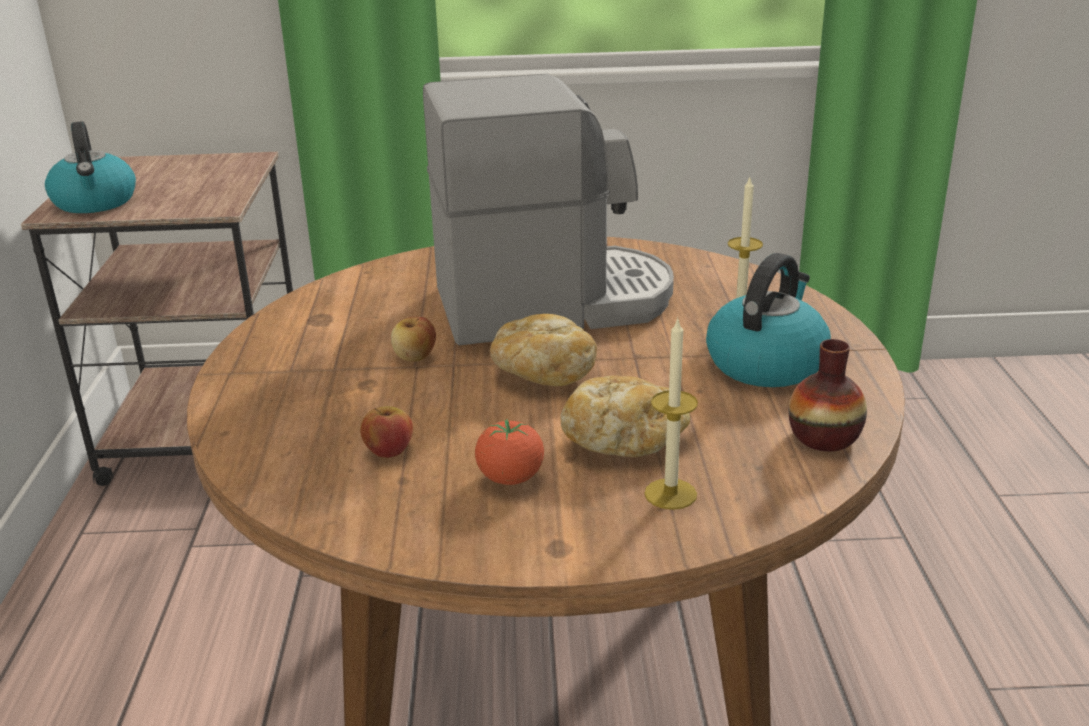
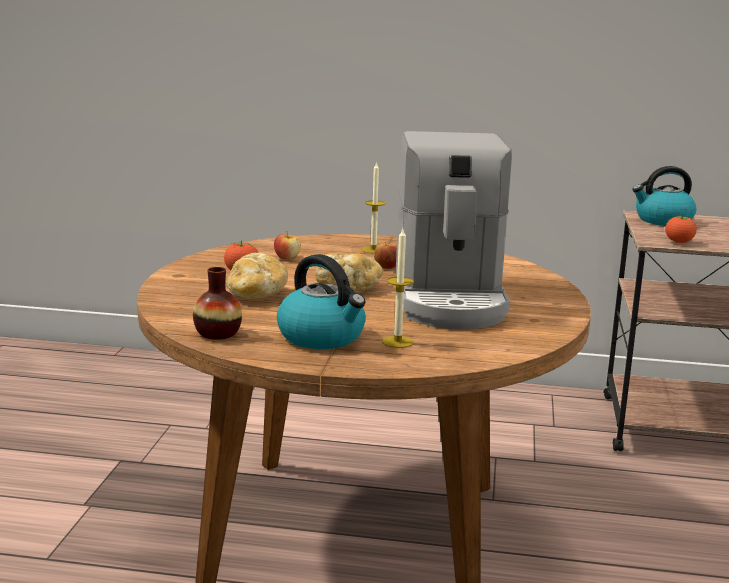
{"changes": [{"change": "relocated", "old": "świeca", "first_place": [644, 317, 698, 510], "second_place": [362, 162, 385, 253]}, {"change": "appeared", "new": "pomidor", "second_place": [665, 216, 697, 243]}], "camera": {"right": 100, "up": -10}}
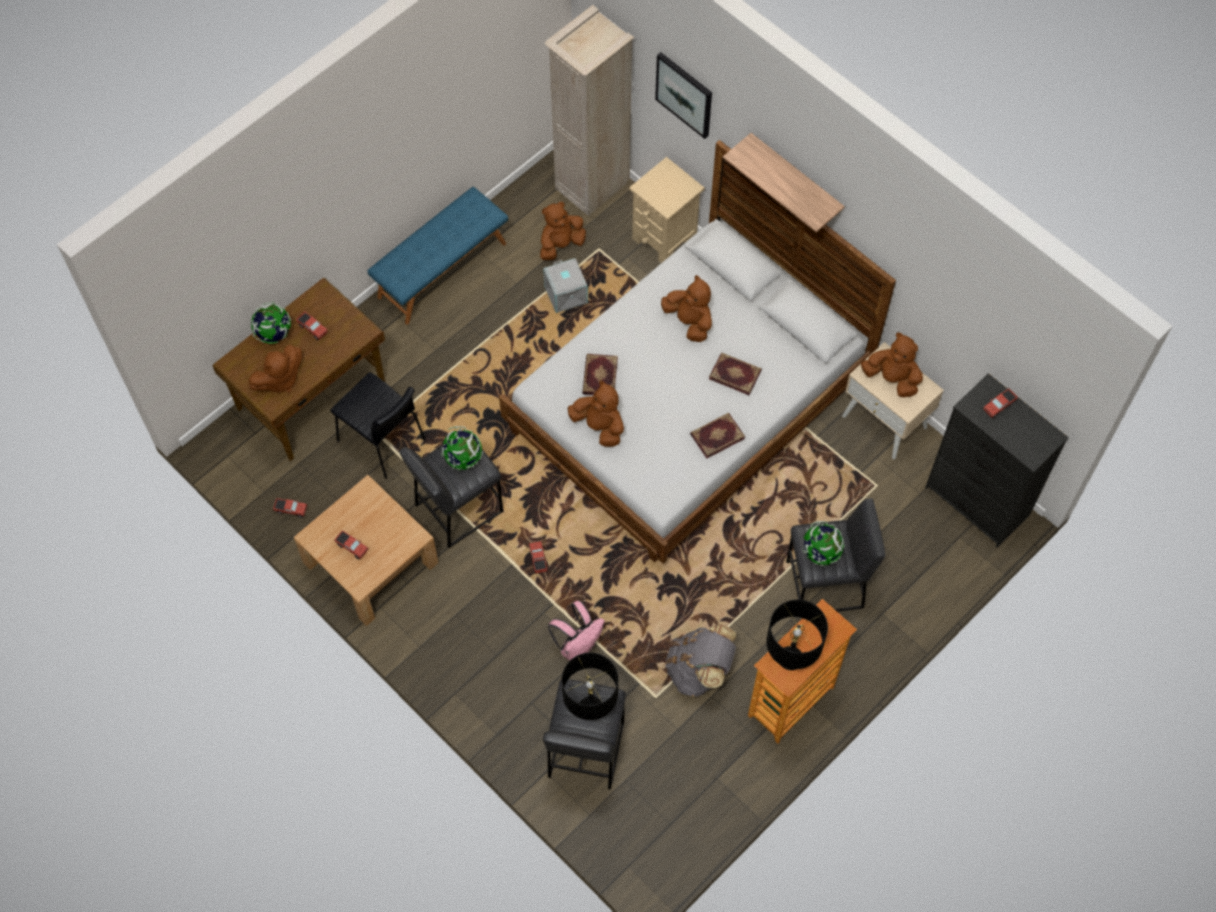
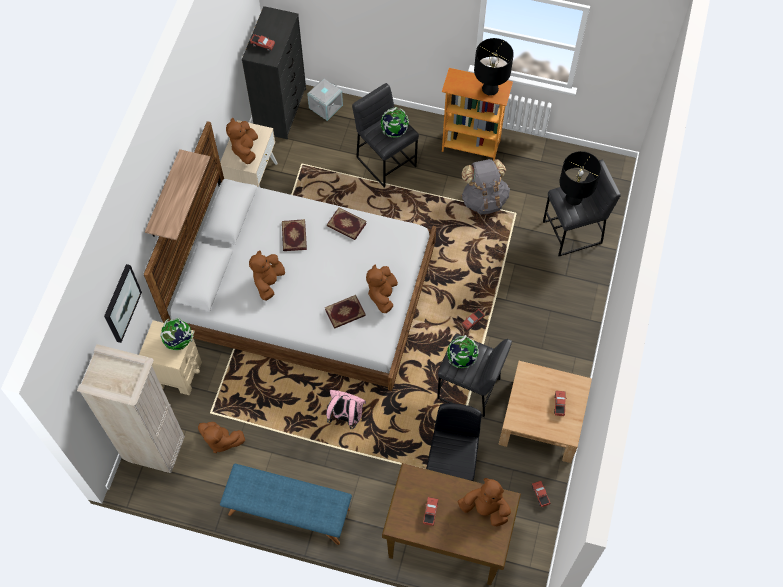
{"changes": [{"change": "relocated", "old": "globus", "first_place": [251, 301, 291, 344], "second_place": [160, 318, 194, 350]}, {"change": "relocated", "old": "pojemnik do przechowywania [szary]", "first_place": [543, 258, 588, 313], "second_place": [307, 78, 343, 121]}, {"change": "relocated", "old": "plecak [różowy]", "first_place": [548, 601, 605, 660], "second_place": [326, 390, 366, 429]}], "camera": {"right": -120, "up": 0}}
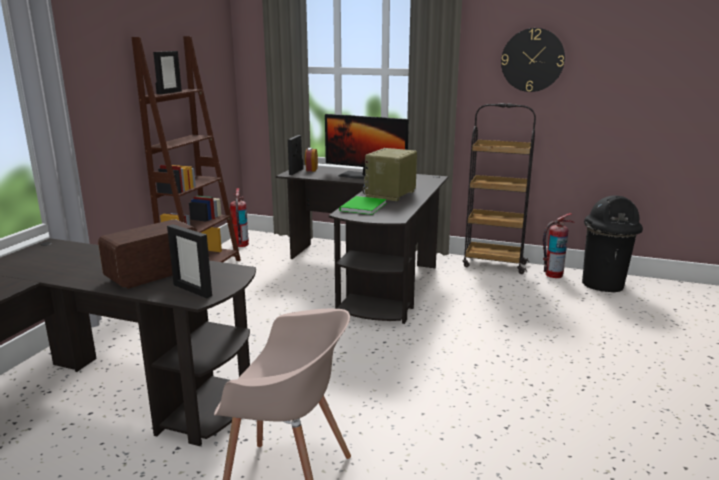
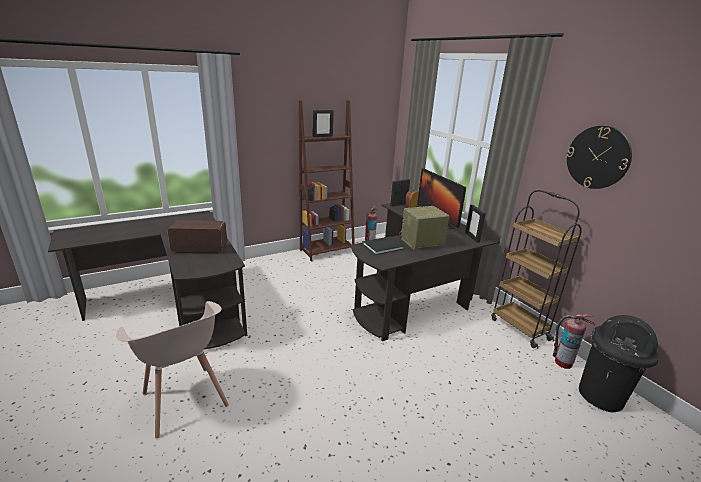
{"changes": [{"change": "colour", "old": "książka [zielony]", "new": "książka [czarny]", "first_place": [339, 196, 387, 215], "second_place": [363, 237, 403, 255]}, {"change": "relocated", "old": "ramka na zdjęcie", "first_place": [167, 224, 212, 298], "second_place": [465, 205, 486, 243]}], "camera": {"right": 40, "up": 5}}
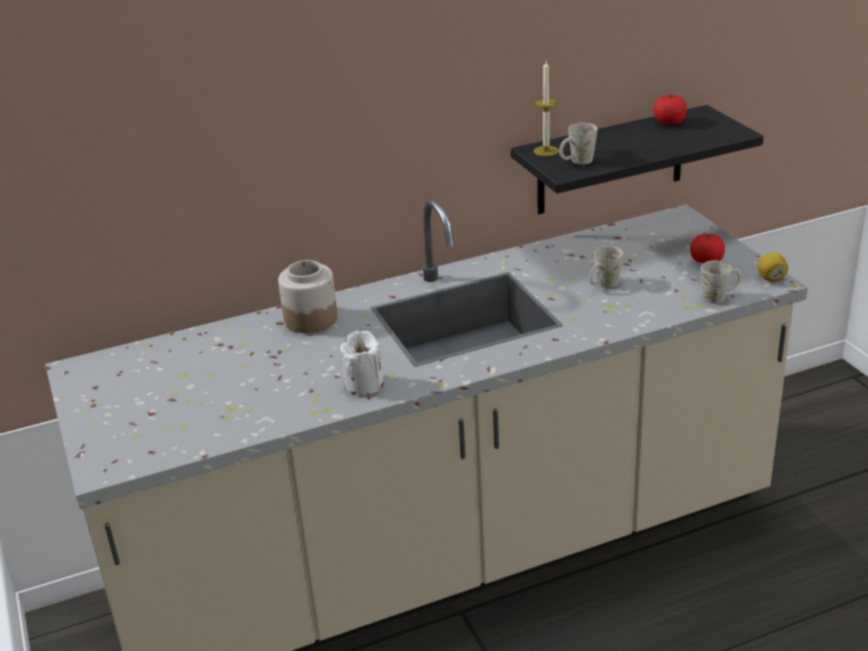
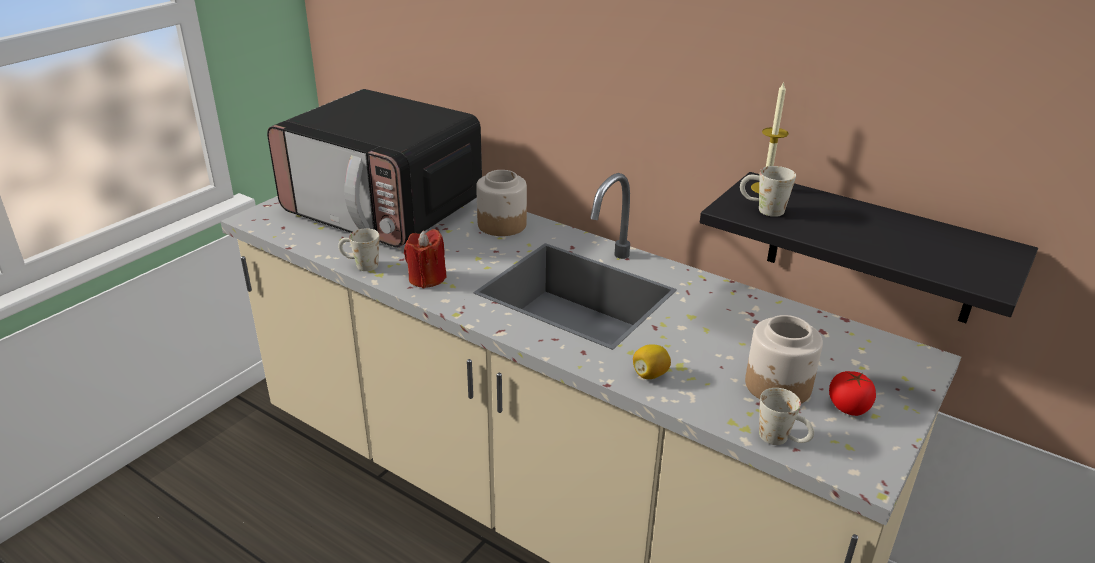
{"changes": [{"change": "appeared", "new": "mikrofalówka", "second_place": [267, 89, 482, 248]}, {"change": "relocated", "old": "kubek [biały]", "first_place": [589, 246, 623, 288], "second_place": [338, 228, 380, 271]}, {"change": "colour", "old": "świeca [biały]", "new": "świeca [czerwony]", "first_place": [340, 330, 384, 395], "second_place": [404, 229, 447, 288]}, {"change": "relocated", "old": "cytryna", "first_place": [757, 253, 788, 282], "second_place": [633, 344, 671, 379]}, {"change": "appeared", "new": "słoik", "second_place": [745, 315, 823, 404]}, {"change": "missing", "old": "pomidor", "first_place": [653, 94, 687, 124]}], "camera": {"right": 55, "up": 0}}
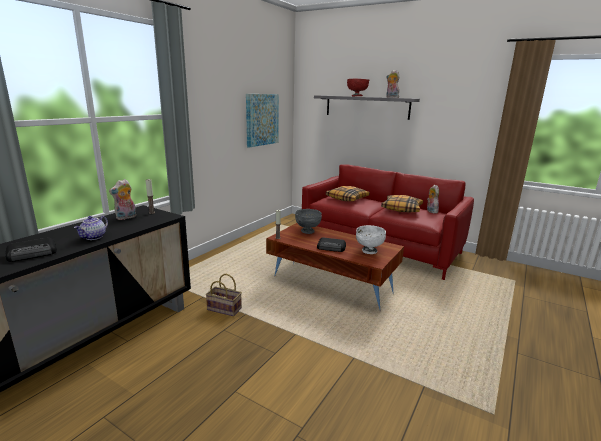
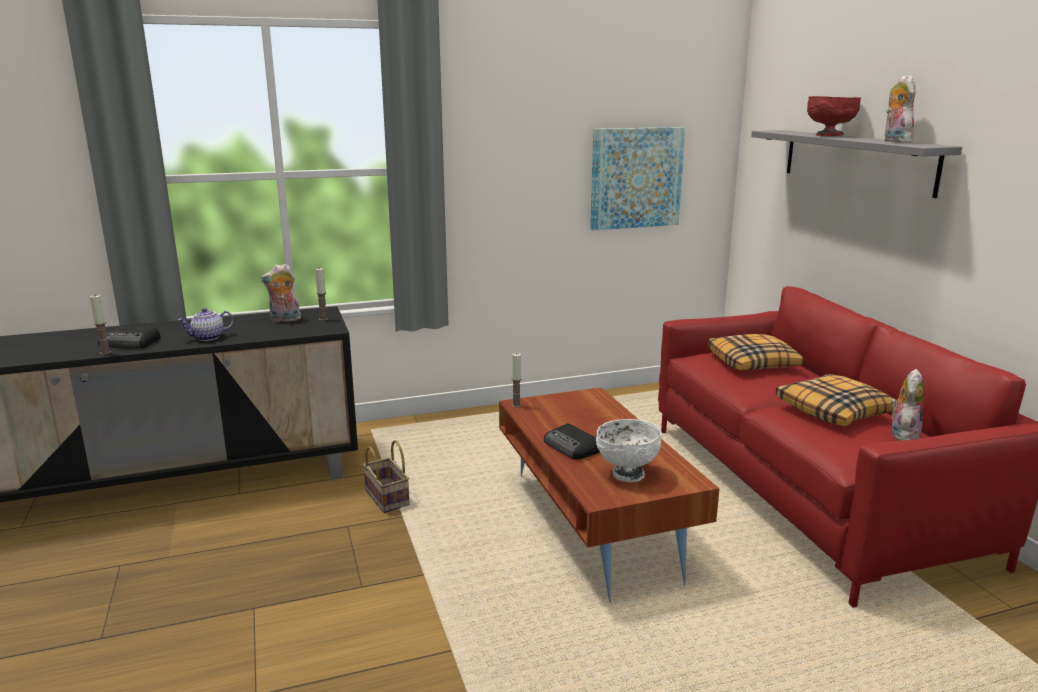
{"changes": [{"change": "appeared", "new": "świeca", "second_place": [90, 295, 111, 355]}, {"change": "missing", "old": "miska [szary]", "first_place": [295, 209, 322, 234]}], "camera": {"right": 40, "up": 0}}
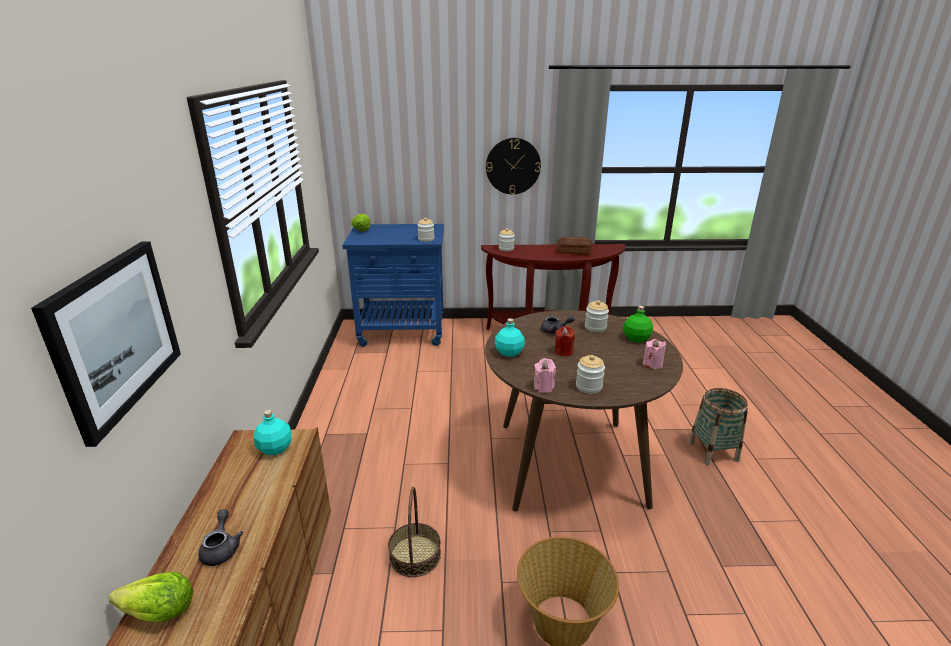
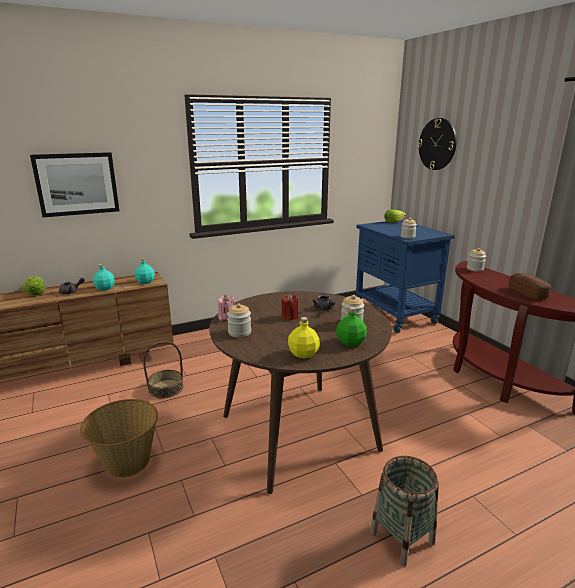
{"changes": [{"change": "relocated", "old": "butelka [turkusowy]", "first_place": [495, 318, 525, 357], "second_place": [93, 264, 115, 291]}, {"change": "exchanged", "old": "świeca [różowy]", "new": "butelka [żółty]", "first_place": [643, 339, 666, 369], "second_place": [288, 317, 320, 359]}, {"change": "relocated", "old": "zegar ścienny", "first_place": [486, 138, 541, 194], "second_place": [418, 118, 457, 170]}], "camera": {"right": 65, "up": -5}}
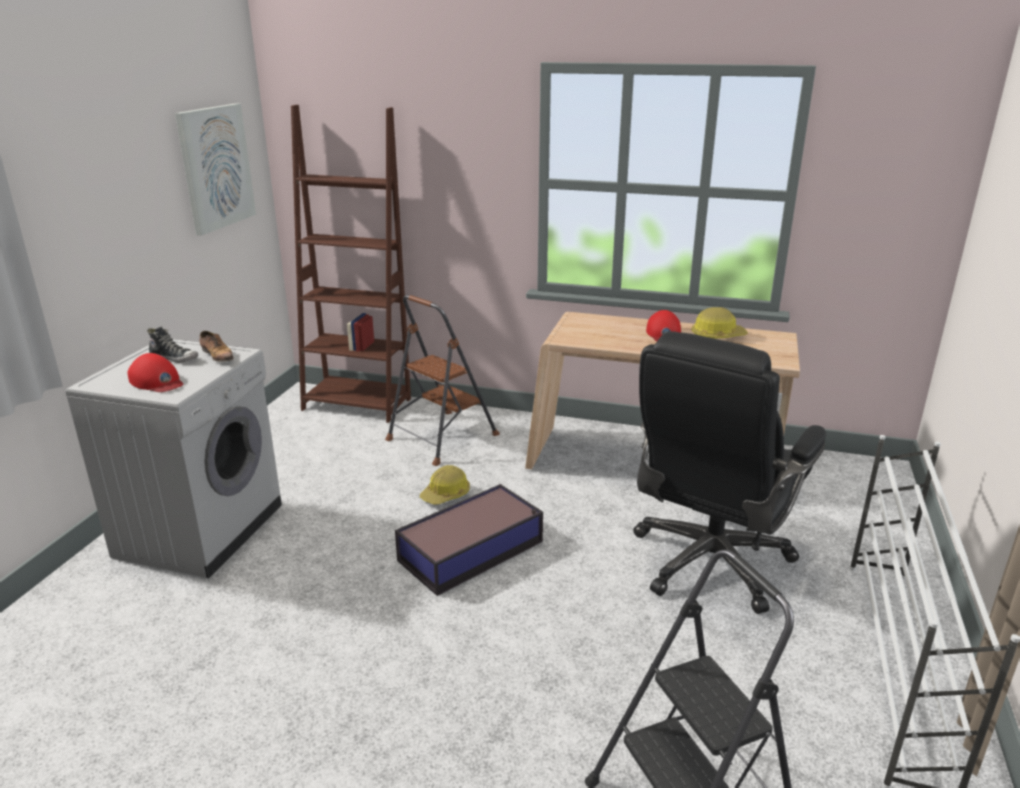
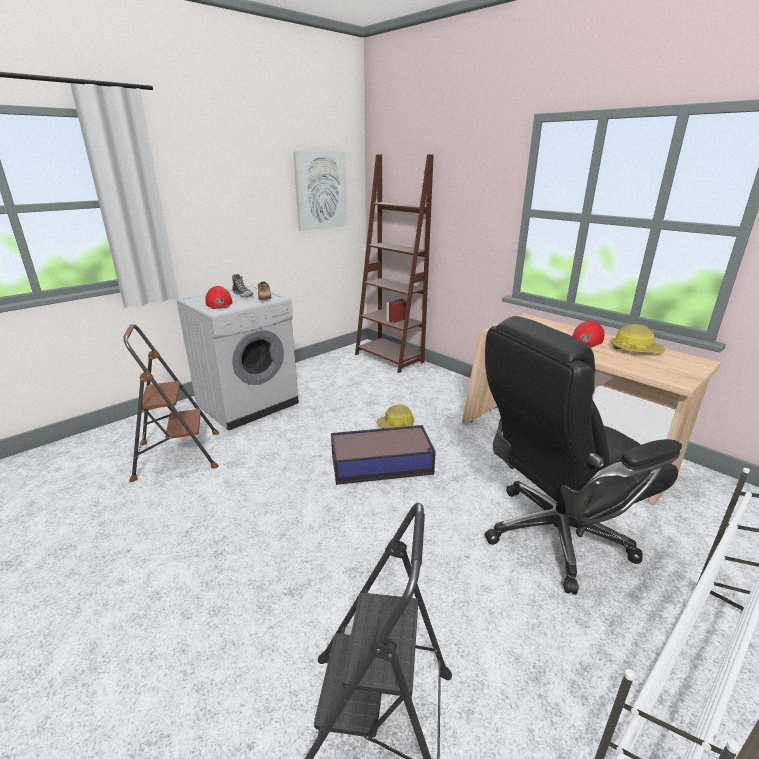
{"changes": [{"change": "relocated", "old": "drabinka [brązowy]", "first_place": [385, 295, 500, 466], "second_place": [124, 324, 219, 482]}], "camera": {"right": 30, "up": 0}}
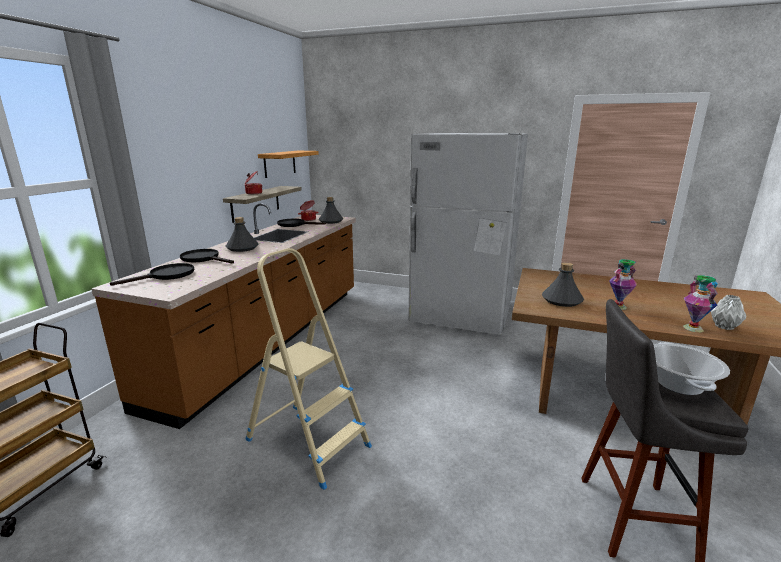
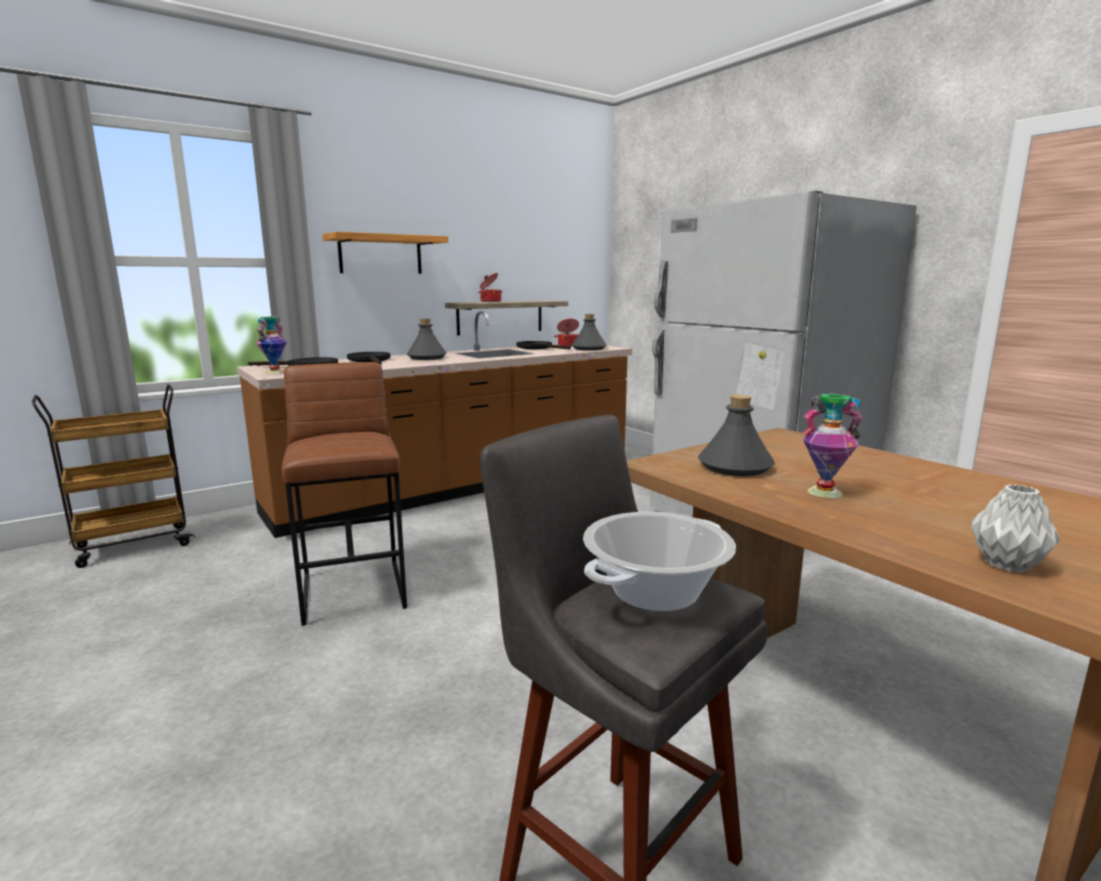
{"changes": [{"change": "relocated", "old": "wazon", "first_place": [683, 275, 718, 332], "second_place": [256, 317, 287, 374]}, {"change": "exchanged", "old": "drabinka [beżowy]", "new": "stołek [brązowy]", "first_place": [246, 248, 372, 490], "second_place": [282, 362, 407, 626]}, {"change": "relocated", "old": "półka", "first_place": [258, 151, 319, 178], "second_place": [323, 232, 448, 274]}], "camera": {"right": 35, "up": -5}}
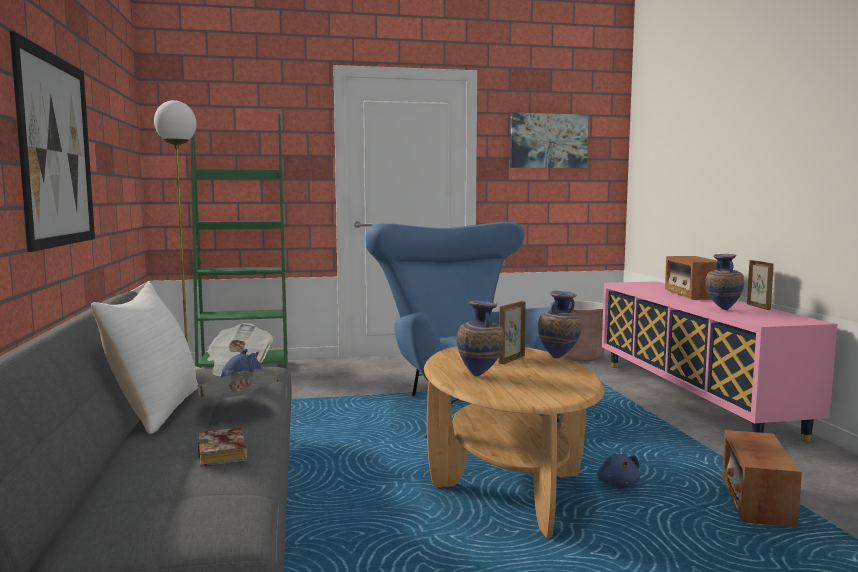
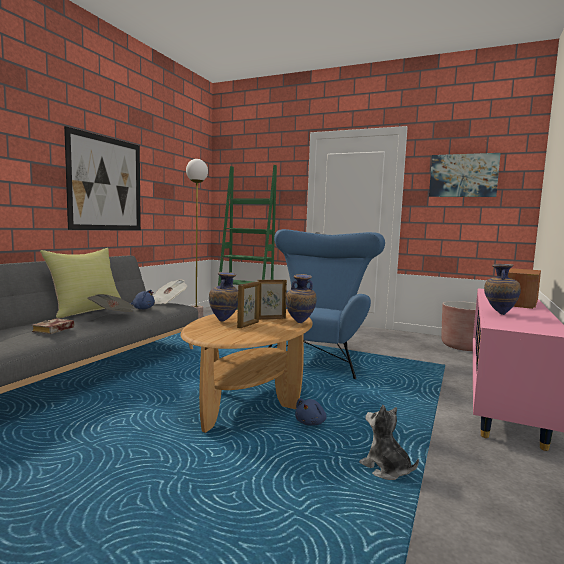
{"changes": [{"change": "colour", "old": "poduszka [biały]", "new": "poduszka [żółty]", "first_place": [91, 282, 198, 434], "second_place": [40, 248, 121, 318]}, {"change": "relocated", "old": "ramka na zdjęcie", "first_place": [747, 260, 774, 310], "second_place": [237, 282, 260, 328]}, {"change": "exchanged", "old": "radio", "new": "pluszak", "first_place": [722, 430, 802, 528], "second_place": [359, 405, 419, 480]}], "camera": {"right": 35, "up": 0}}
